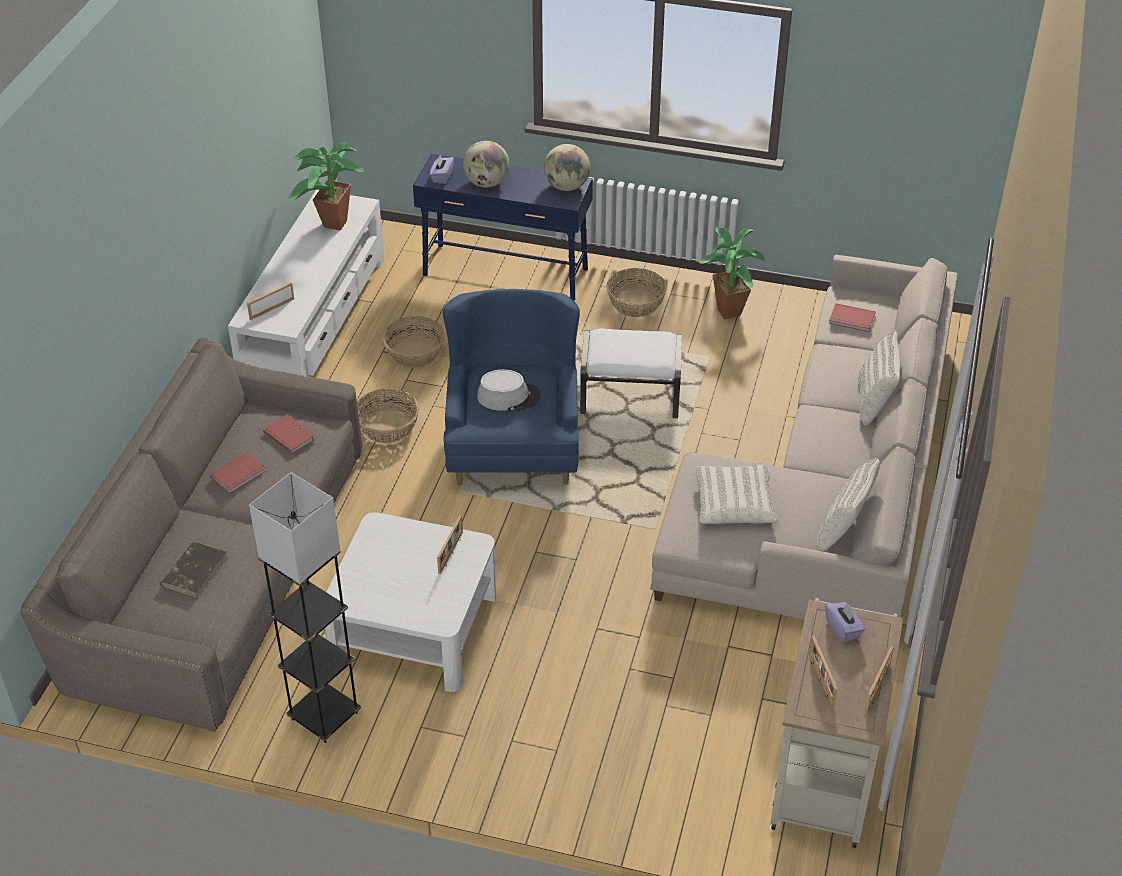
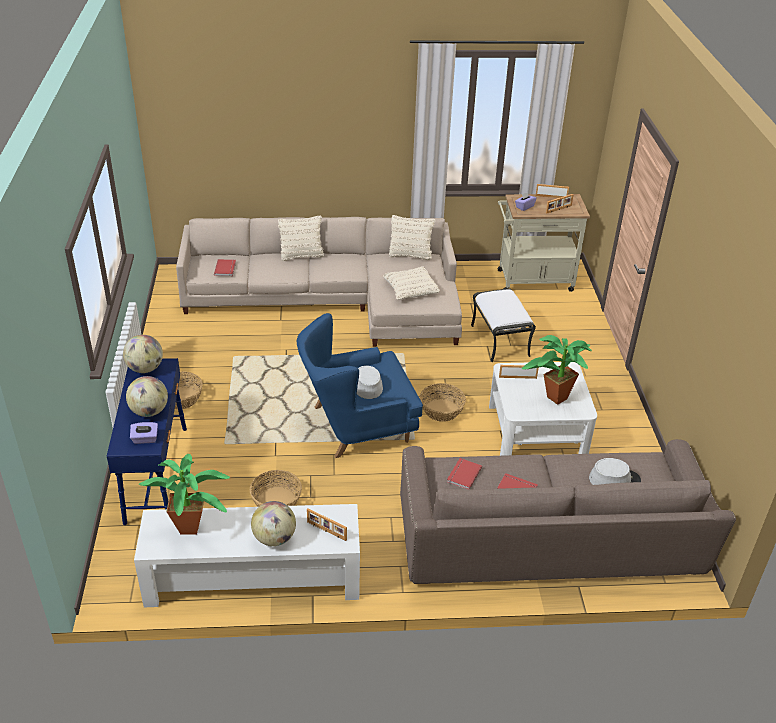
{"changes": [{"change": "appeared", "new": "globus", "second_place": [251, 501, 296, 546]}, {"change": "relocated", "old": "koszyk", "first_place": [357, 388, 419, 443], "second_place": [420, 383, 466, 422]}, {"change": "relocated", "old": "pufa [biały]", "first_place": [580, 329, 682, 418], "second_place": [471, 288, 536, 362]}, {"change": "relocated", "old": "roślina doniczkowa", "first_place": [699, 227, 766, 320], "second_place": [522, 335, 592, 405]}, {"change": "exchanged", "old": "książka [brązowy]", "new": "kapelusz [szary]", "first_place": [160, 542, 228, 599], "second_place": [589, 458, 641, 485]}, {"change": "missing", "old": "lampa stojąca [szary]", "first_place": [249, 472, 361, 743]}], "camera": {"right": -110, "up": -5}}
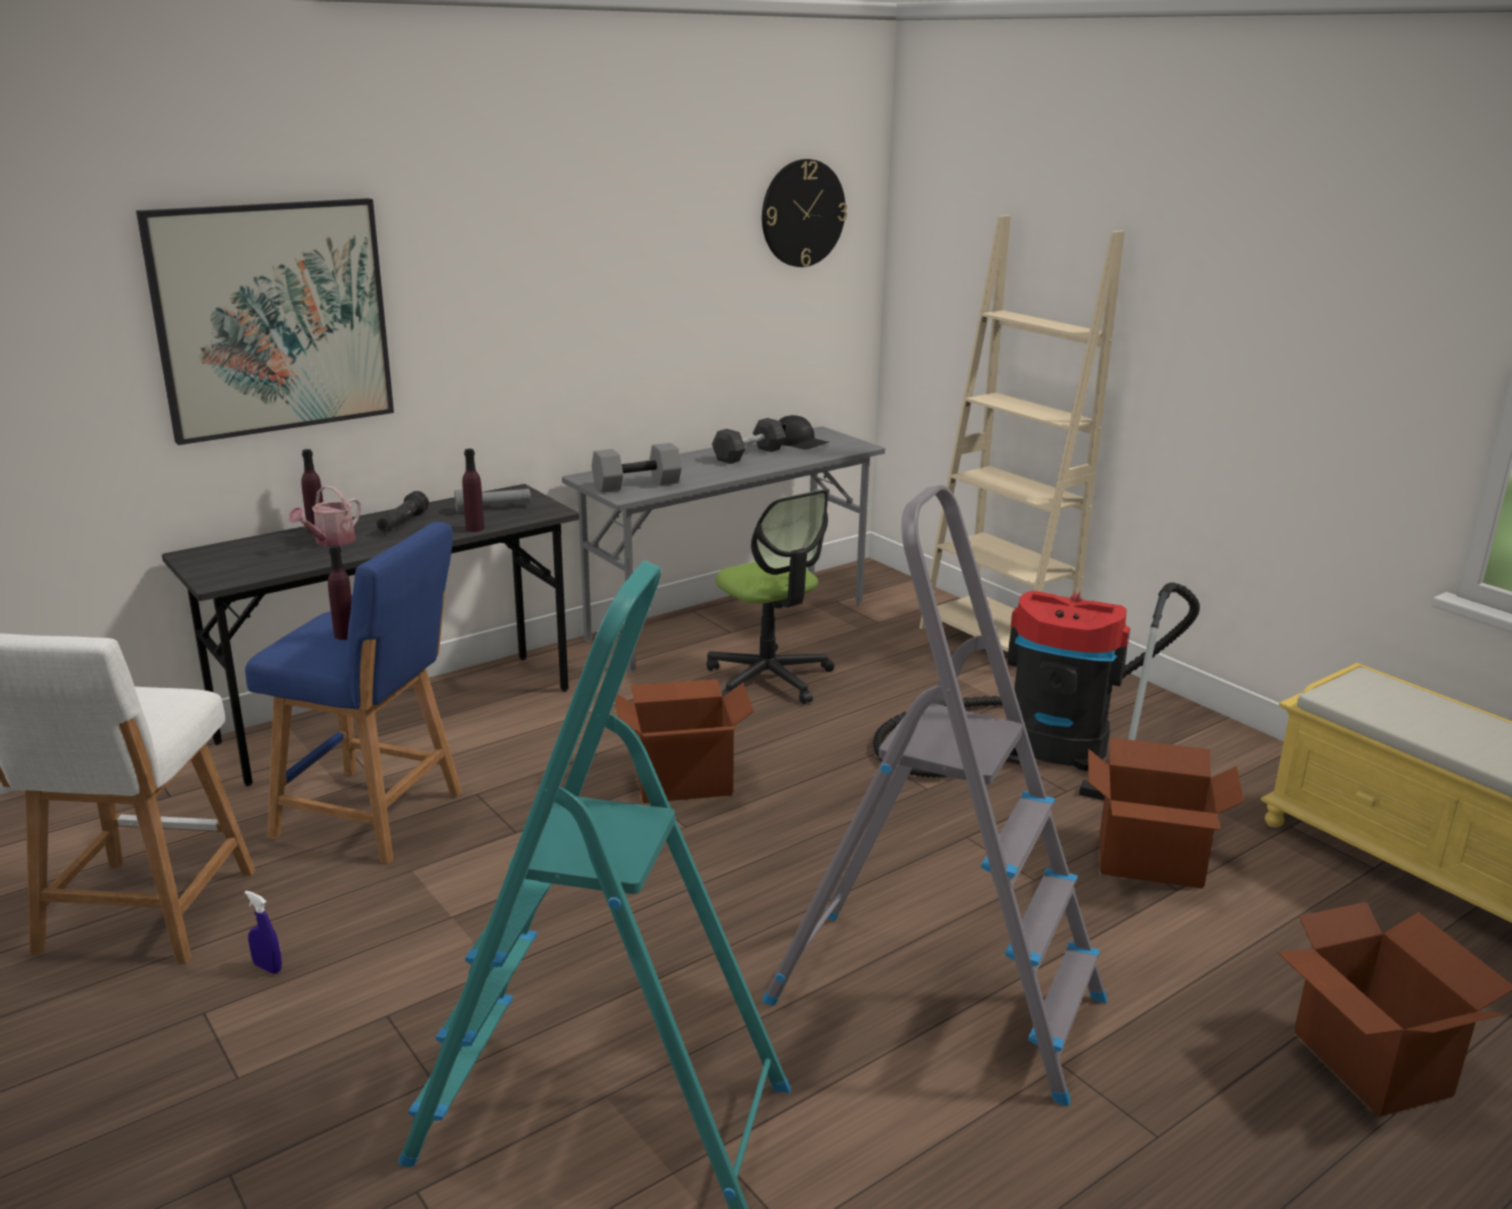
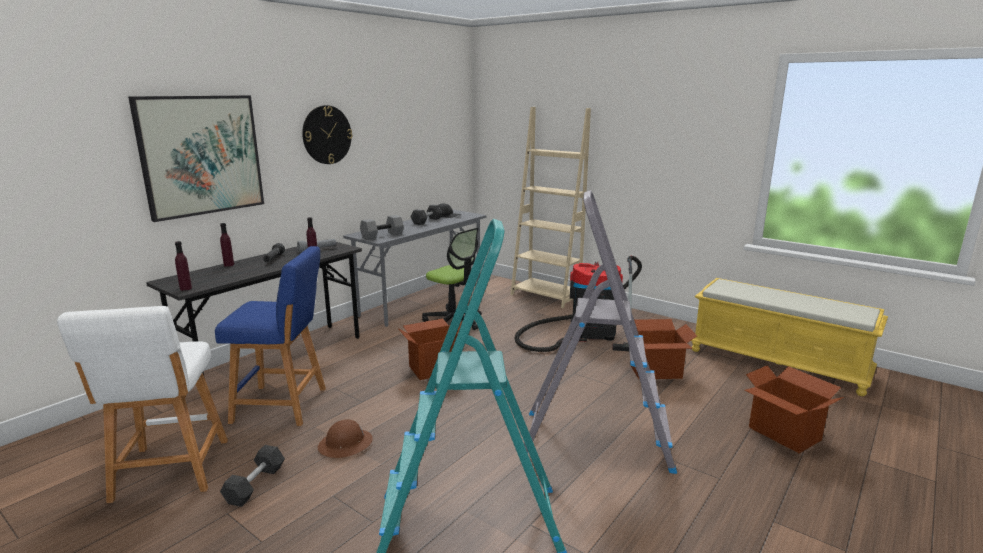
{"changes": [{"change": "relocated", "old": "butelka [fioletowy]", "first_place": [328, 545, 352, 640], "second_place": [175, 241, 192, 291]}, {"change": "exchanged", "old": "spryskiwacz [niebieski]", "new": "hantel [szary]", "first_place": [245, 890, 282, 974], "second_place": [220, 445, 285, 507]}, {"change": "relocated", "old": "zegar ścienny", "first_place": [762, 159, 847, 267], "second_place": [302, 105, 352, 164]}, {"change": "appeared", "new": "kask [brązowy]", "second_place": [318, 419, 373, 458]}, {"change": "missing", "old": "konewka", "first_place": [289, 485, 361, 547]}], "camera": {"right": -15, "up": -5}}
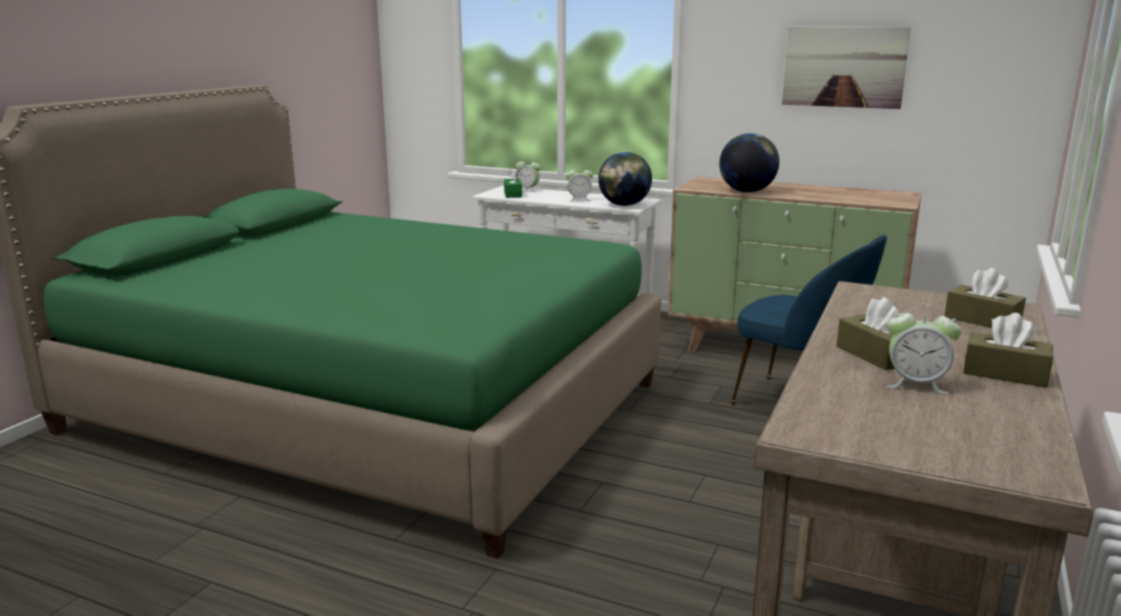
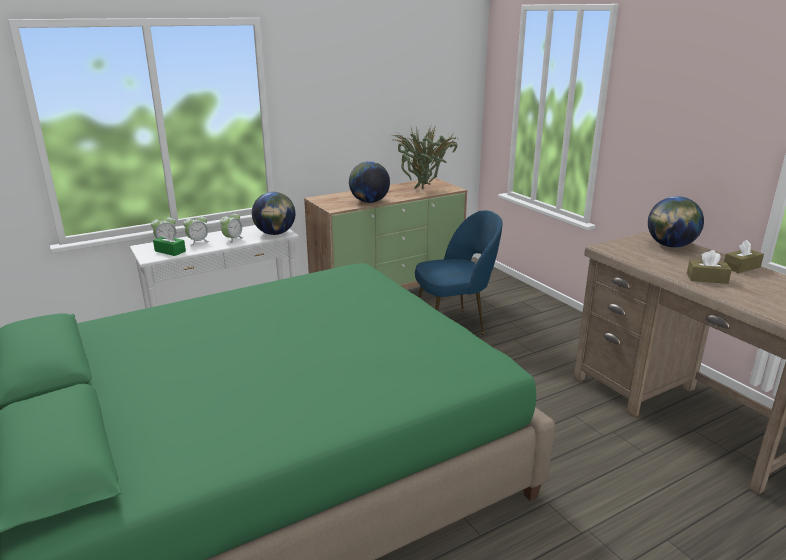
{"changes": [{"change": "relocated", "old": "budzik", "first_place": [886, 304, 962, 394], "second_place": [183, 213, 210, 246]}, {"change": "appeared", "new": "roślina doniczkowa", "second_place": [392, 124, 460, 189]}, {"change": "exchanged", "old": "pudełko chusteczek [brązowy]", "new": "globus", "first_place": [944, 268, 1026, 328], "second_place": [648, 196, 704, 248]}, {"change": "missing", "old": "obraz", "first_place": [782, 27, 911, 109]}], "camera": {"right": -55, "up": 5}}
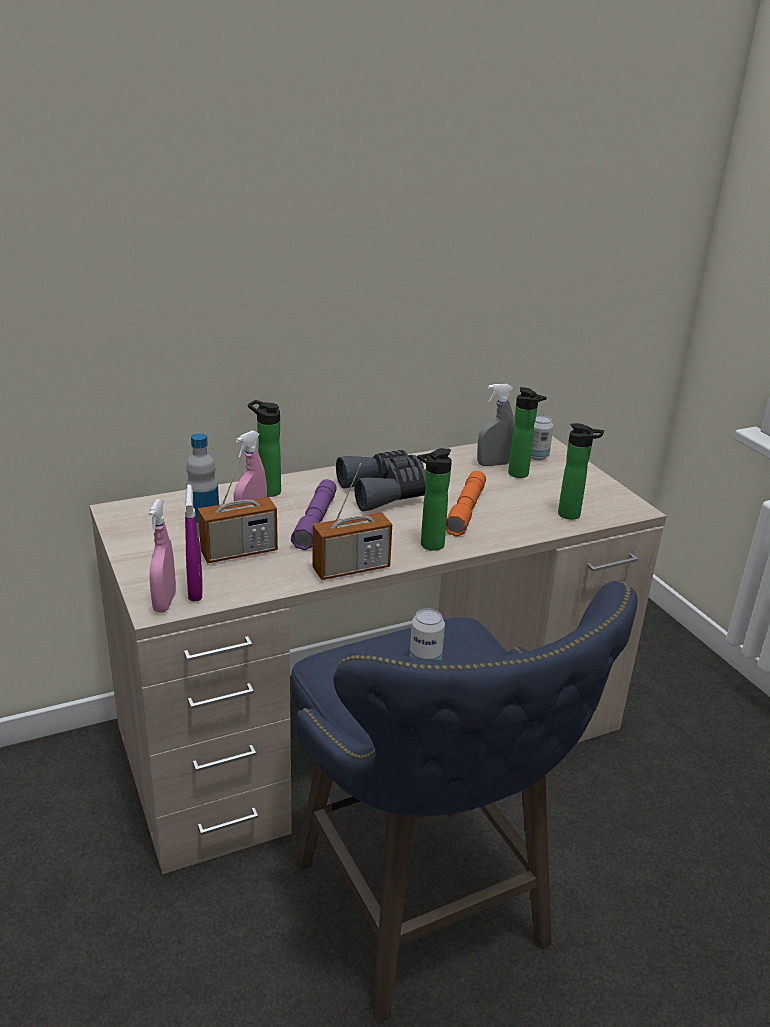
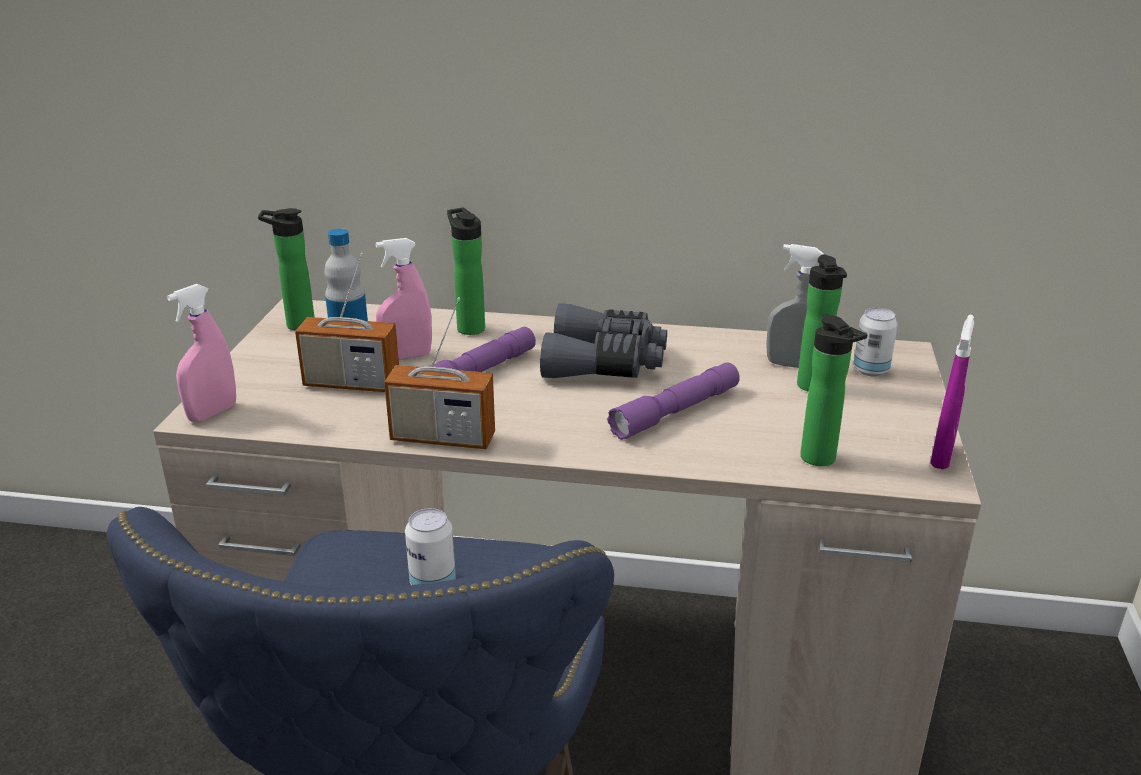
{"changes": [{"change": "relocated", "old": "butelka", "first_place": [417, 448, 452, 551], "second_place": [258, 208, 314, 330]}, {"change": "colour", "old": "latarka [pomarańczowy]", "new": "latarka [fioletowy]", "first_place": [446, 471, 486, 536], "second_place": [607, 363, 740, 440]}, {"change": "relocated", "old": "spryskiwacz [fioletowy]", "first_place": [185, 484, 202, 602], "second_place": [930, 315, 974, 469]}], "camera": {"right": 35, "up": 0}}
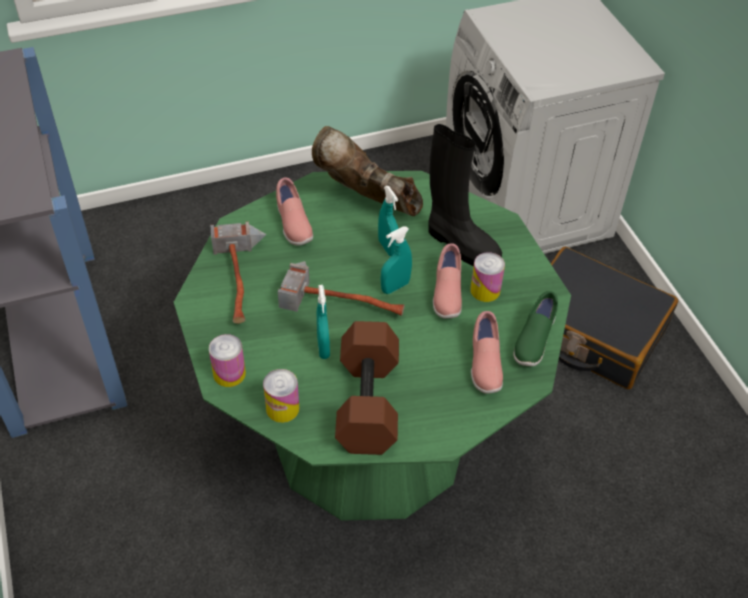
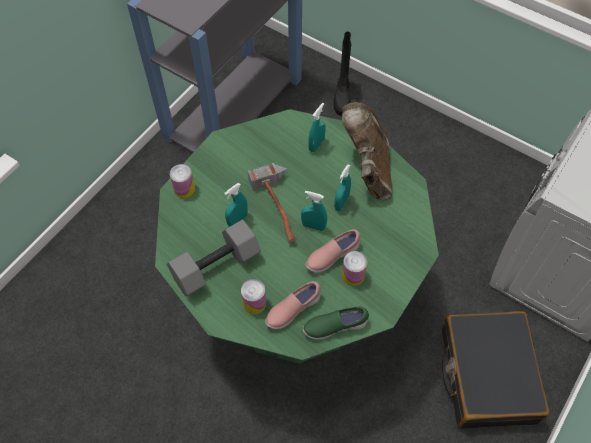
{"changes": [{"change": "colour", "old": "hantel [brązowy]", "new": "hantel [szary]", "first_place": [335, 321, 399, 455], "second_place": [167, 220, 261, 296]}, {"change": "relocated", "old": "puszka", "first_place": [263, 369, 299, 423], "second_place": [241, 279, 266, 314]}, {"change": "exchanged", "old": "but [różowy]", "new": "spryskiwacz [turkusowy]", "first_place": [276, 177, 313, 246], "second_place": [309, 103, 326, 152]}, {"change": "relocated", "old": "but z cholewką [czarny]", "first_place": [428, 124, 502, 266], "second_place": [333, 32, 351, 116]}, {"change": "missing", "old": "młotek", "first_place": [211, 222, 267, 323]}], "camera": {"right": 55, "up": 10}}
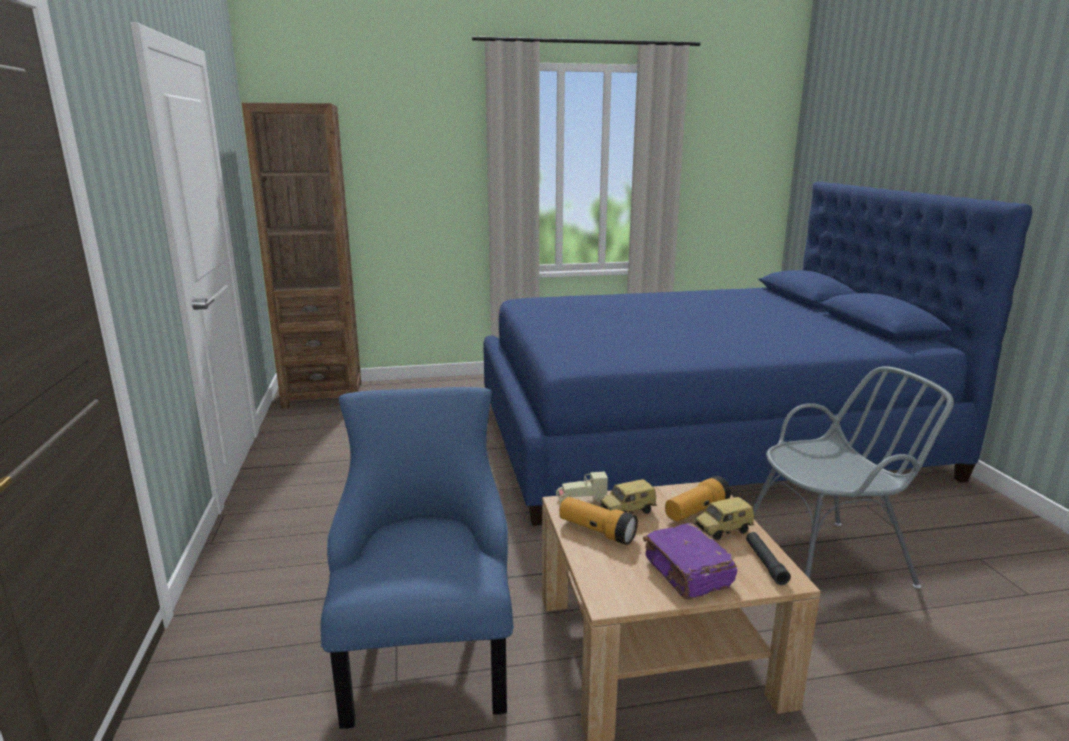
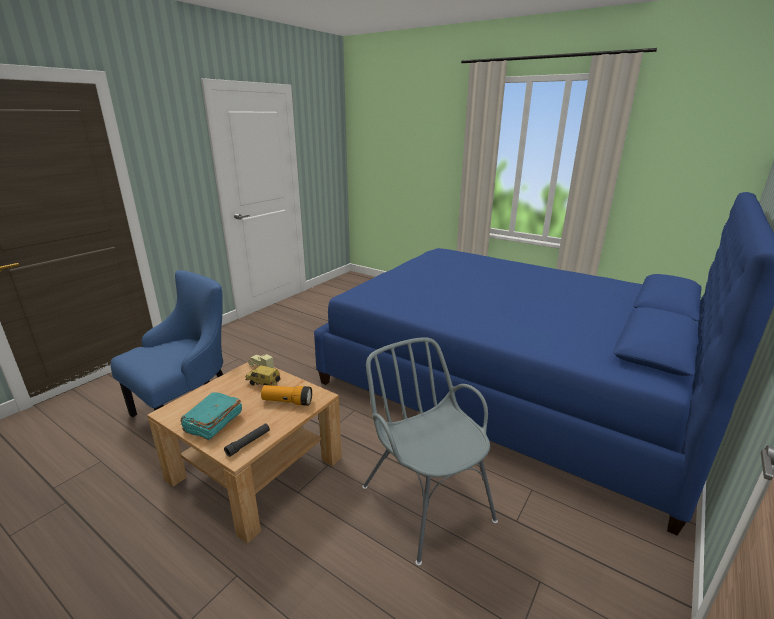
{"changes": [{"change": "colour", "old": "książka [fioletowy]", "new": "książka [turkusowy]", "first_place": [643, 523, 737, 599], "second_place": [181, 392, 242, 440]}, {"change": "spun", "old": "krzesło [szary]", "first_place": [753, 366, 954, 588], "second_place": [362, 337, 498, 566], "degrees": -150}, {"change": "missing", "old": "regał [brązowy]", "first_place": [242, 103, 361, 409]}, {"change": "missing", "old": "latarka", "first_place": [559, 497, 638, 545]}, {"change": "missing", "old": "samochodzik", "first_place": [694, 497, 754, 540]}], "camera": {"right": 45, "up": 5}}
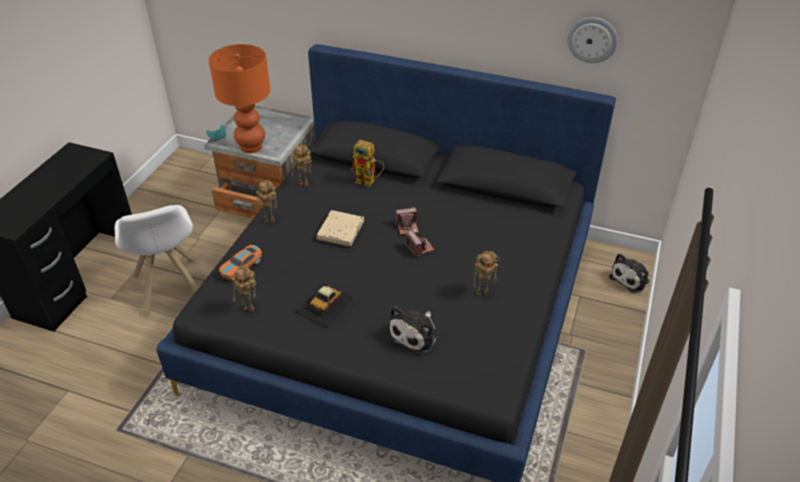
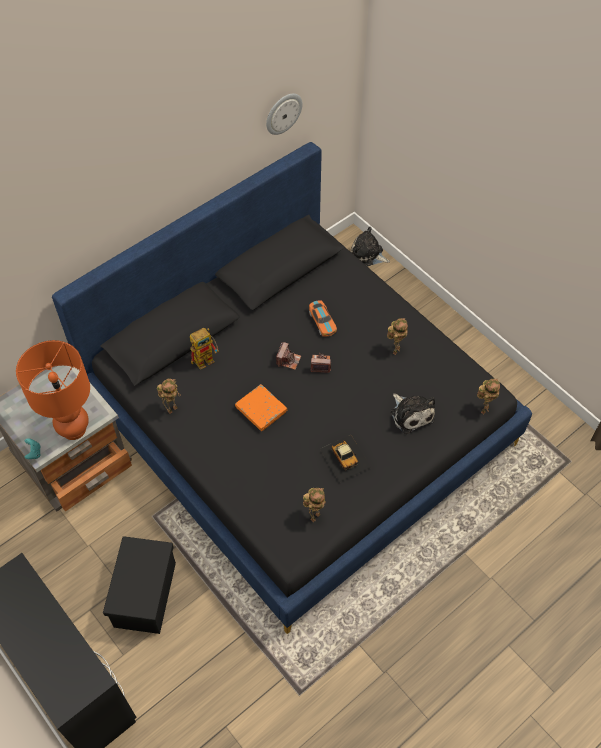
{"changes": [{"change": "exchanged", "old": "krzesło [biały]", "new": "pojemnik do przechowywania [czarny]", "first_place": [114, 205, 199, 317], "second_place": [103, 536, 176, 634]}, {"change": "colour", "old": "książka [beżowy]", "new": "książka [pomarańczowy]", "first_place": [317, 210, 364, 246], "second_place": [235, 384, 288, 431]}, {"change": "relocated", "old": "samochodzik", "first_place": [219, 245, 262, 280], "second_place": [309, 300, 337, 336]}, {"change": "spun", "old": "pluszak", "first_place": [609, 253, 649, 293], "second_place": [351, 227, 390, 266], "degrees": 135}, {"change": "relocated", "old": "robot zabawkowy", "first_place": [256, 180, 277, 223], "second_place": [477, 379, 500, 414]}], "camera": {"right": -60, "up": 15}}
